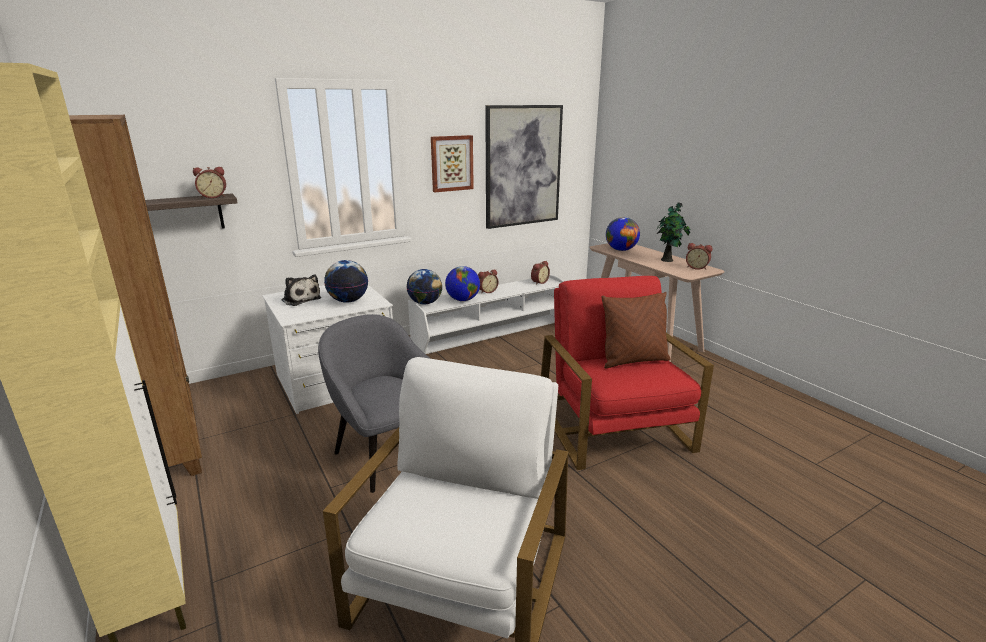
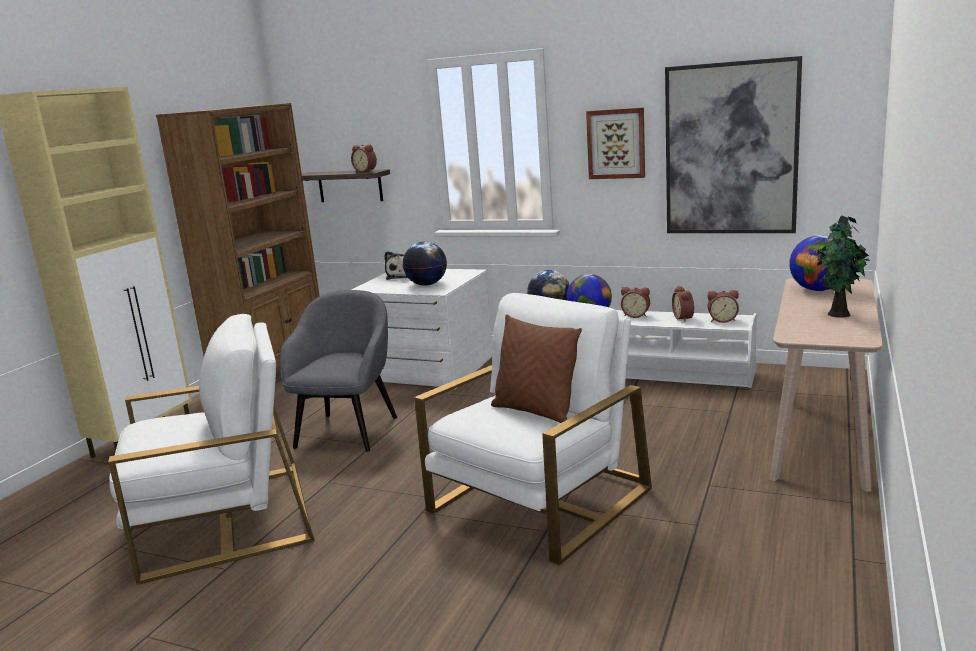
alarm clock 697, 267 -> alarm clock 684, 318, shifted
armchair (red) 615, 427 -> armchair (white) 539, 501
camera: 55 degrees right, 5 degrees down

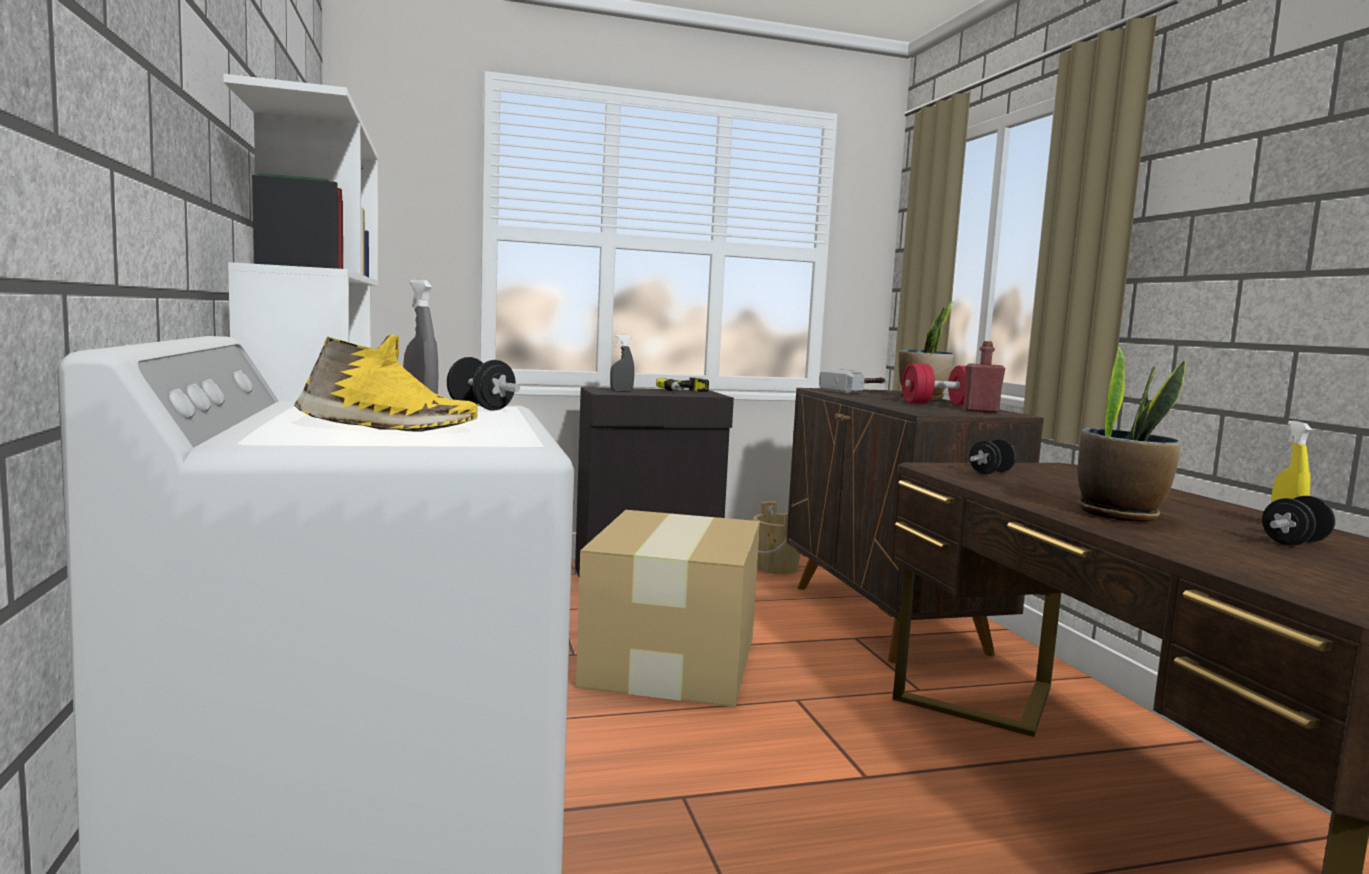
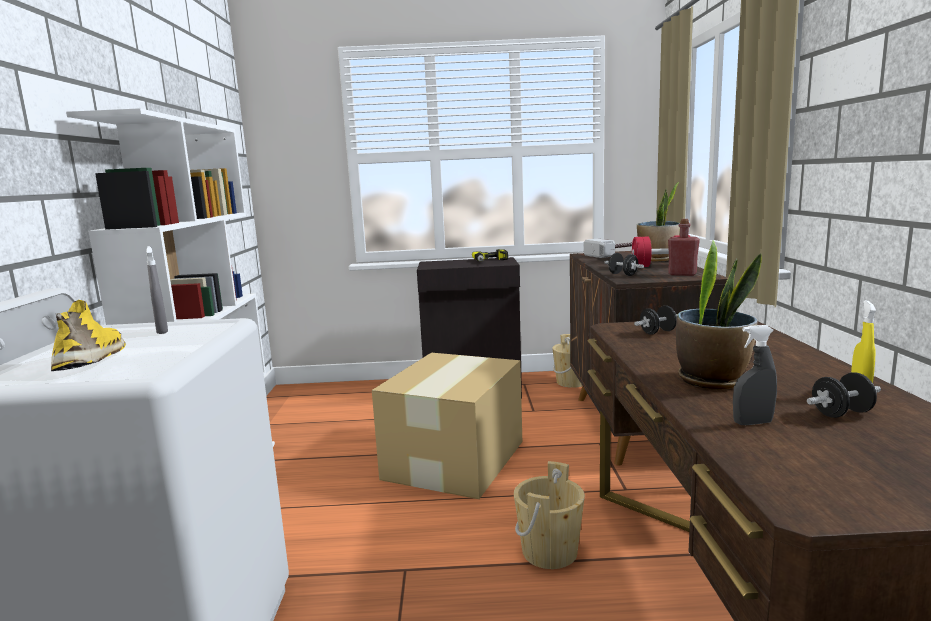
none -> bucket (beige) 549, 551
dumbbell (black) 480, 408 -> dumbbell (black) 623, 275, shifted
spray bottle (grey) 621, 391 -> spray bottle (grey) 752, 423, shifted
shoe (yellow) 386, 428 -> shoe (yellow) 93, 359, 120 degrees counterclockwise
camera: 15 degrees right, 5 degrees up

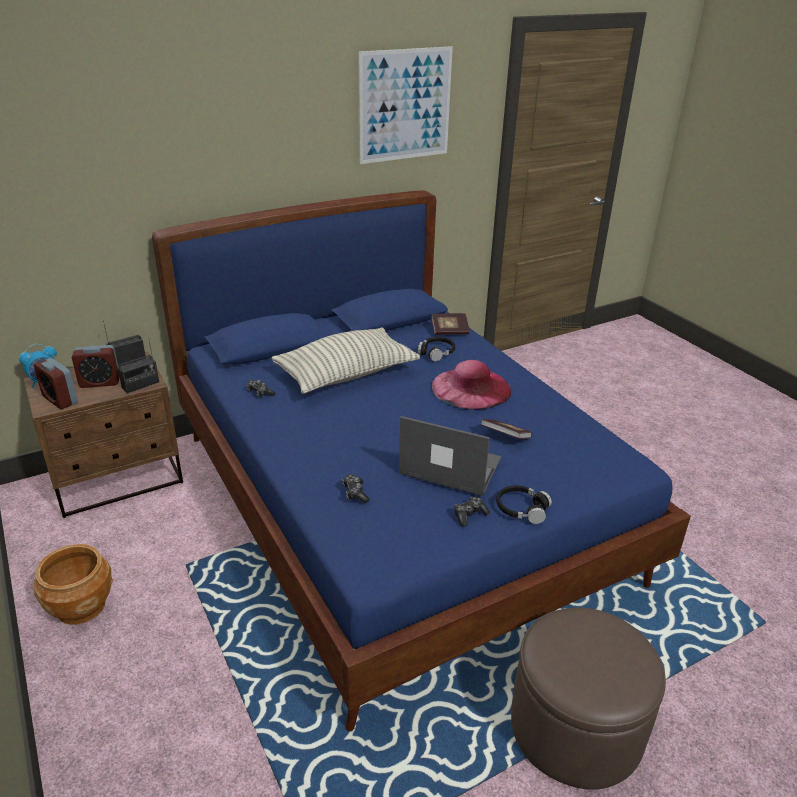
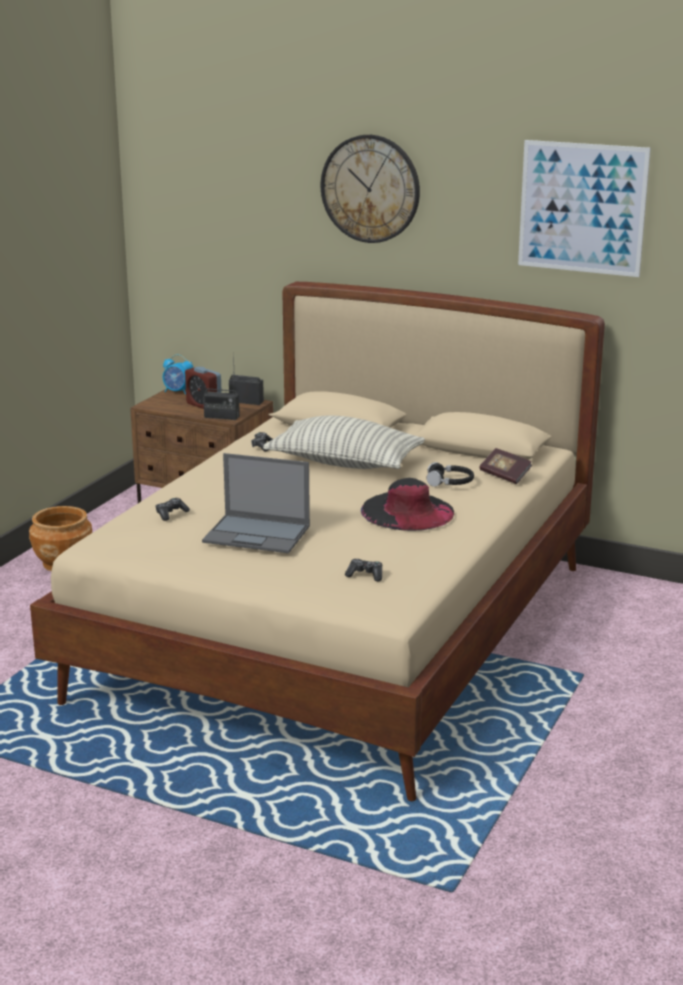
alarm clock 60, 400 -> none
book 505, 437 -> none
headphones (black) 521, 509 -> none
ottoman (brown) 576, 726 -> none
none -> wall clock 370, 188
game controller 469, 515 -> game controller 365, 575, shifted
bed (blue) 396, 507 -> bed (beige) 342, 633
hat (pink) 471, 388 -> hat (black) 407, 511
laptop 449, 466 -> laptop 258, 534, 120 degrees clockwise
camera: 55 degrees right, 10 degrees down

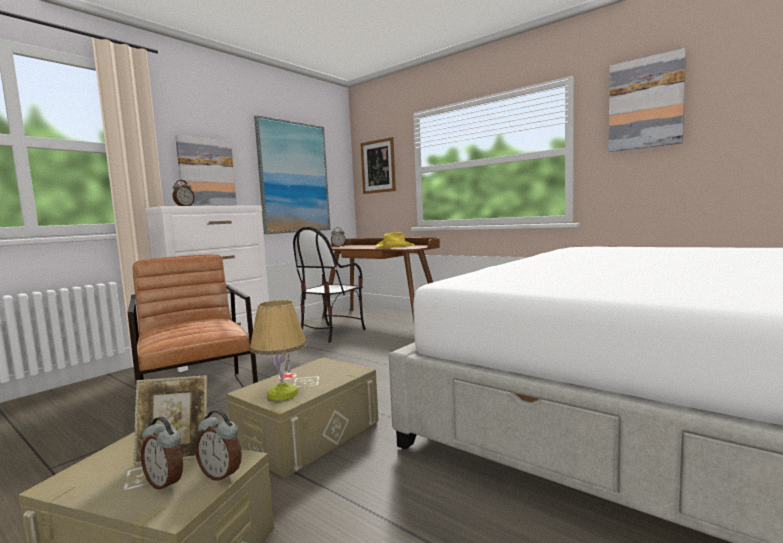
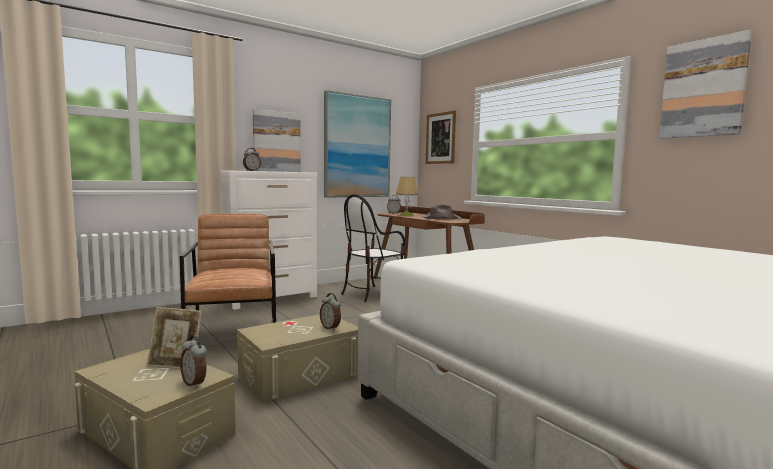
alarm clock 166, 483 -> alarm clock 330, 328, shifted
table lamp 282, 394 -> table lamp 406, 215, shifted
hat (yellow) 394, 246 -> hat (brown) 440, 218
camera: 15 degrees right, 0 degrees up

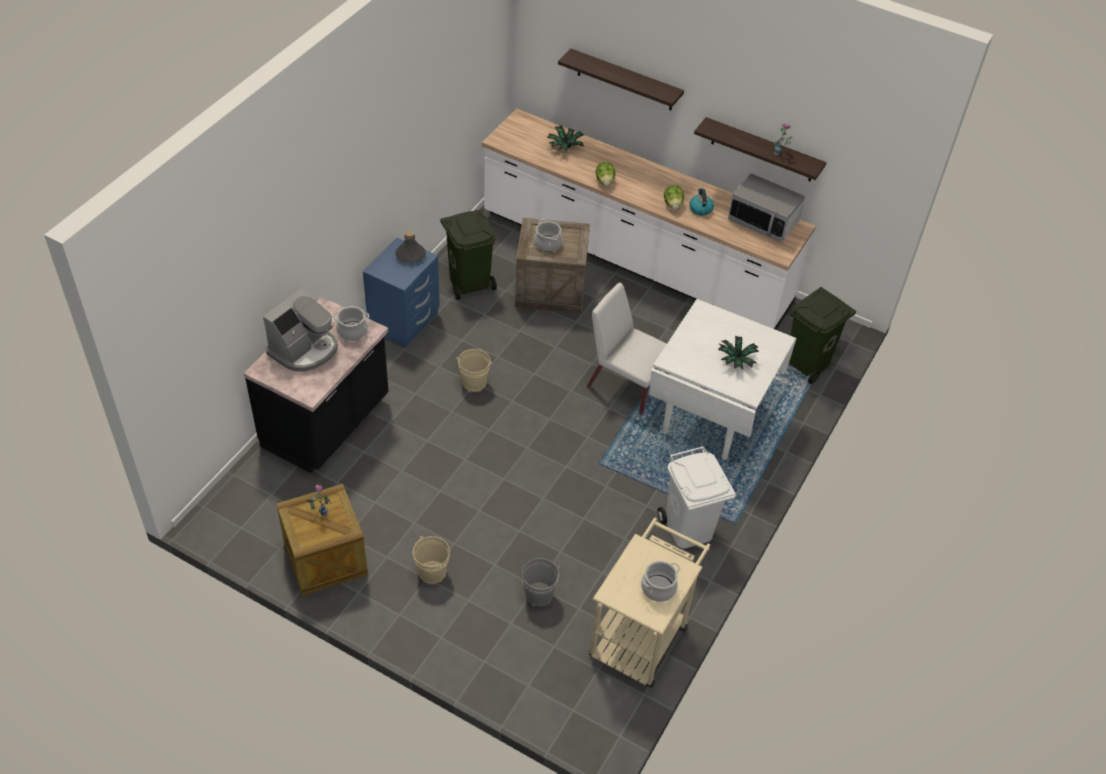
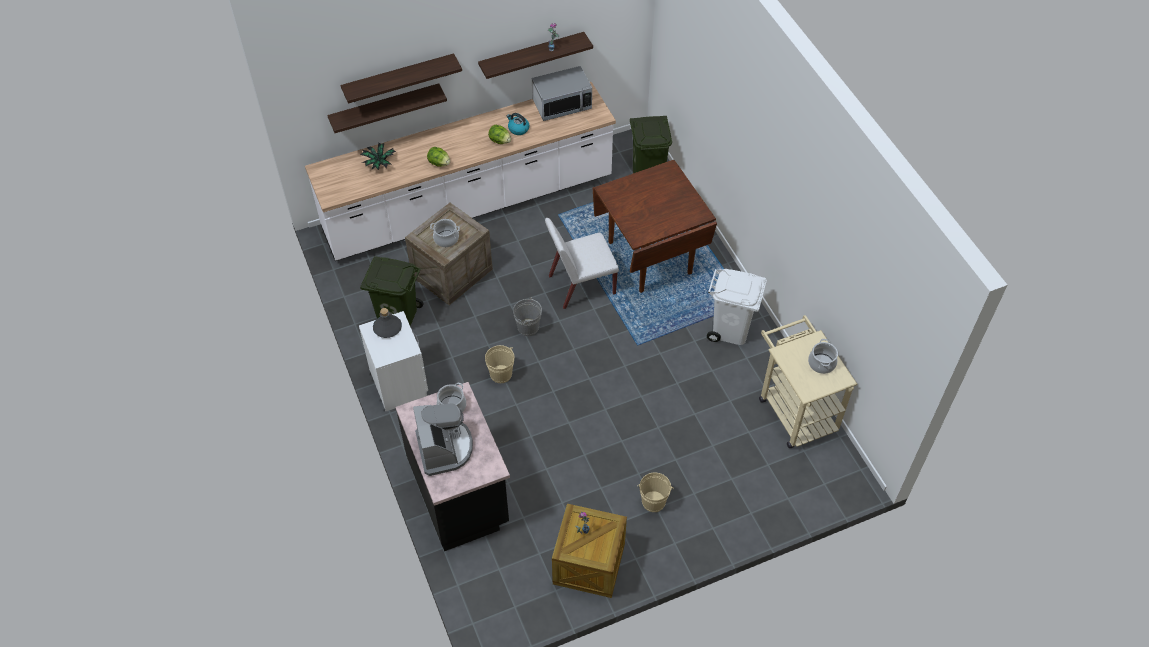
potted plant 736, 360 -> none
none -> shelf 385, 108
bucket (grey) 538, 594 -> bucket (grey) 528, 327, shifted
nightstand (blue) 404, 321 -> nightstand (white) 399, 382
dining table (white) 711, 417 -> dining table (brown) 650, 257
camera: 50 degrees left, 5 degrees up

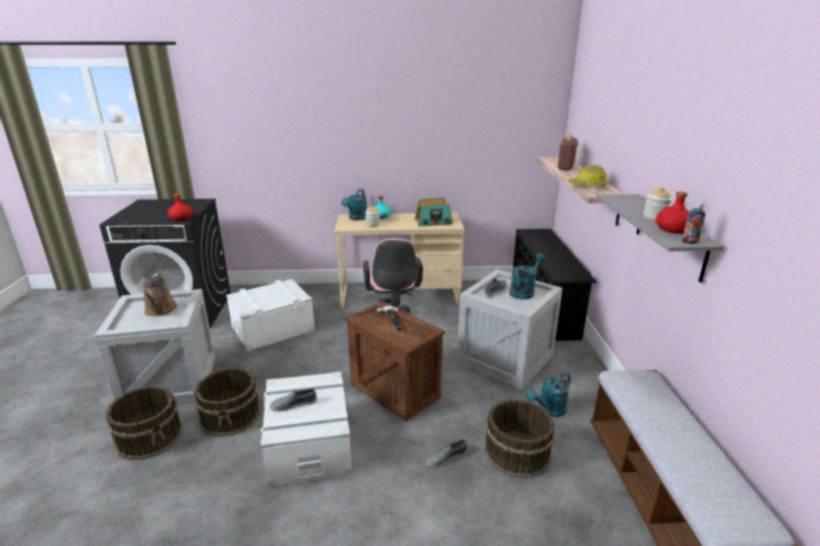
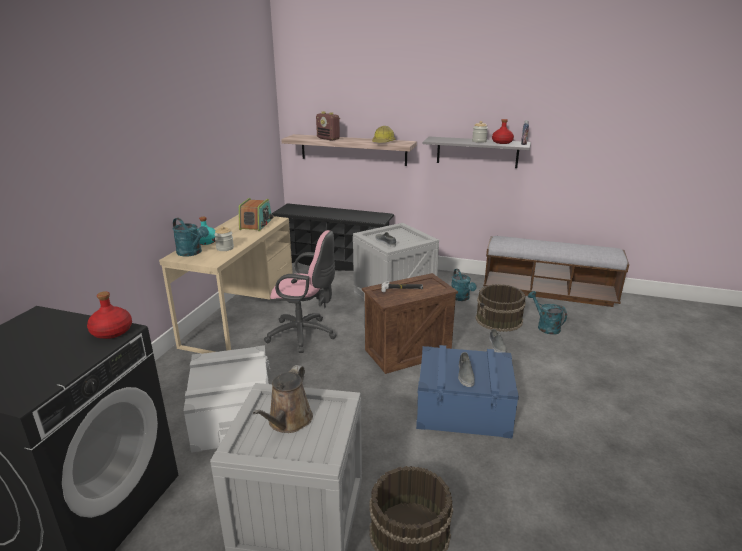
bucket (brown) 231, 415 -> none
watering can (turquoise) 524, 291 -> watering can (turquoise) 545, 326, shifted
storage box (white) 309, 444 -> storage box (blue) 463, 408
watering can (brown) 160, 310 -> watering can (brown) 288, 421, 105 degrees clockwise
camera: 70 degrees left, 0 degrees up

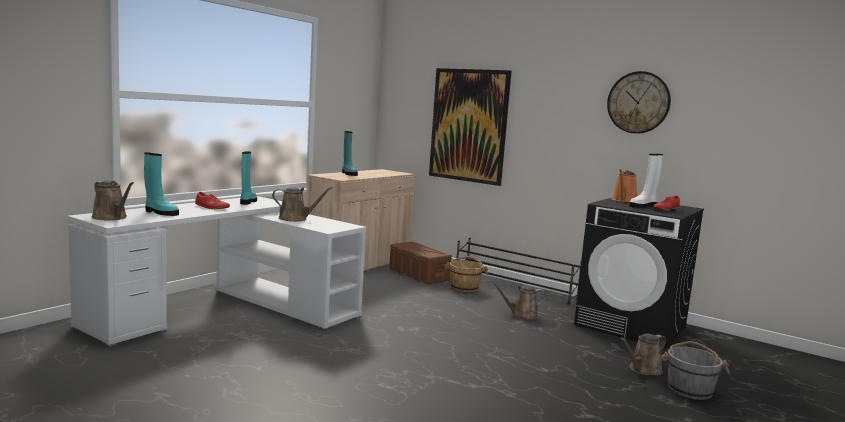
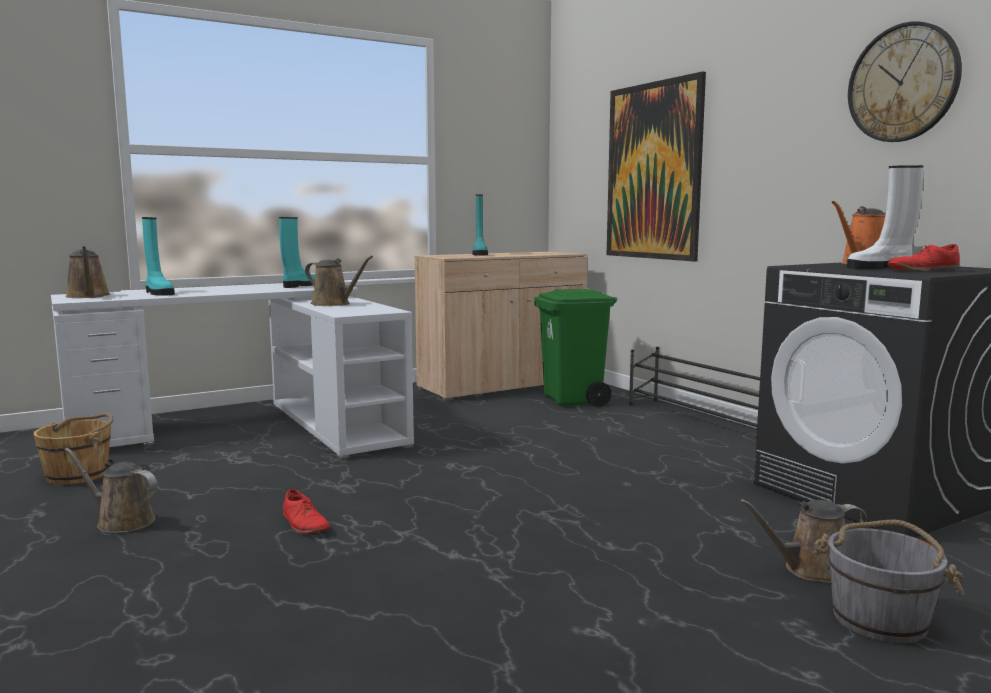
shoe (red) 212, 207 -> shoe (red) 305, 524, shifted
bucket (brown) 464, 287 -> bucket (brown) 79, 475, shifted
watering can (brown) 521, 315 -> watering can (brown) 121, 522, shifted
storage box (brown) 419, 274 -> trash can (green) 573, 400
camera: 25 degrees right, 0 degrees up

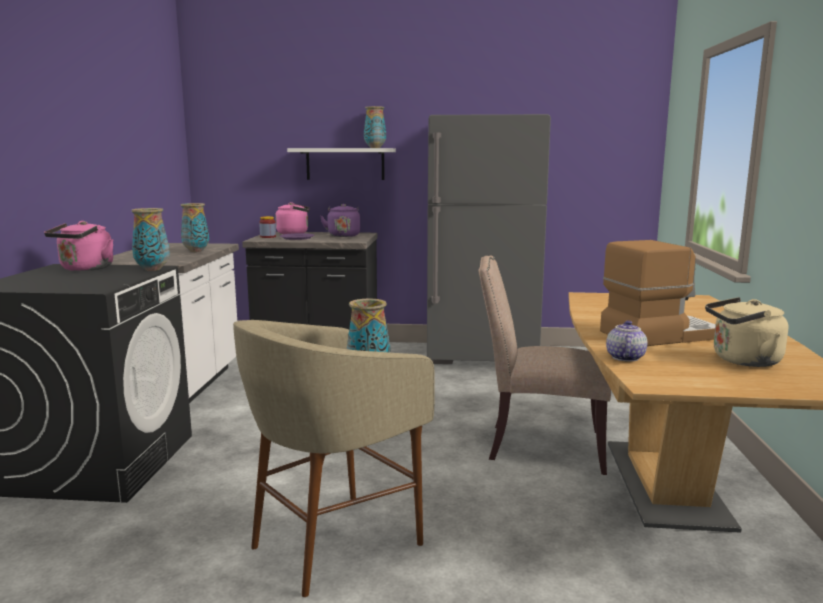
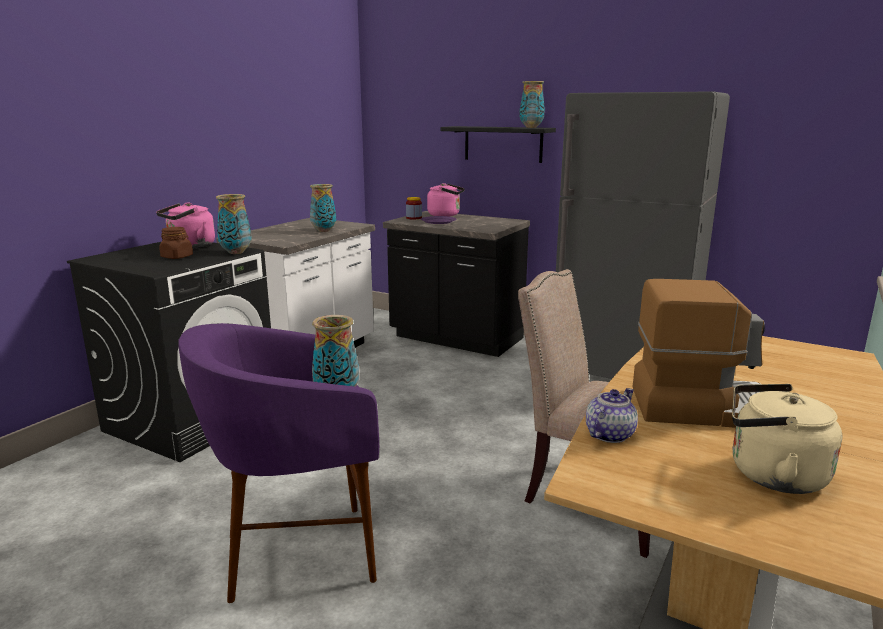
kettle (purple) 343, 235 -> none
none -> jar (brown) 177, 257
stool (beige) 334, 544 -> stool (purple) 298, 554
shelf (white) 345, 164 -> shelf (black) 503, 144
camera: 25 degrees right, 5 degrees up

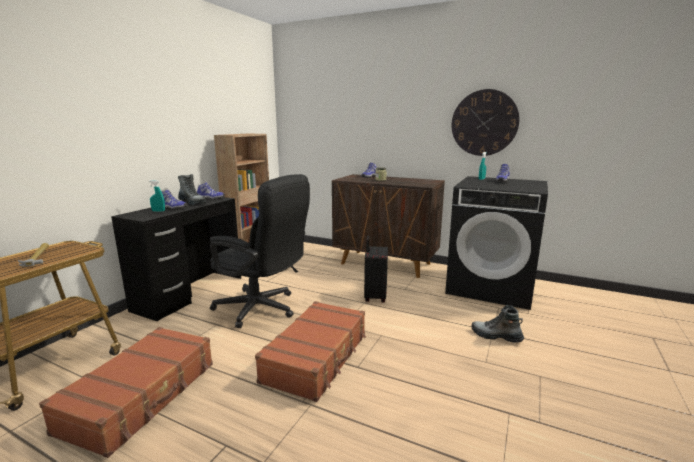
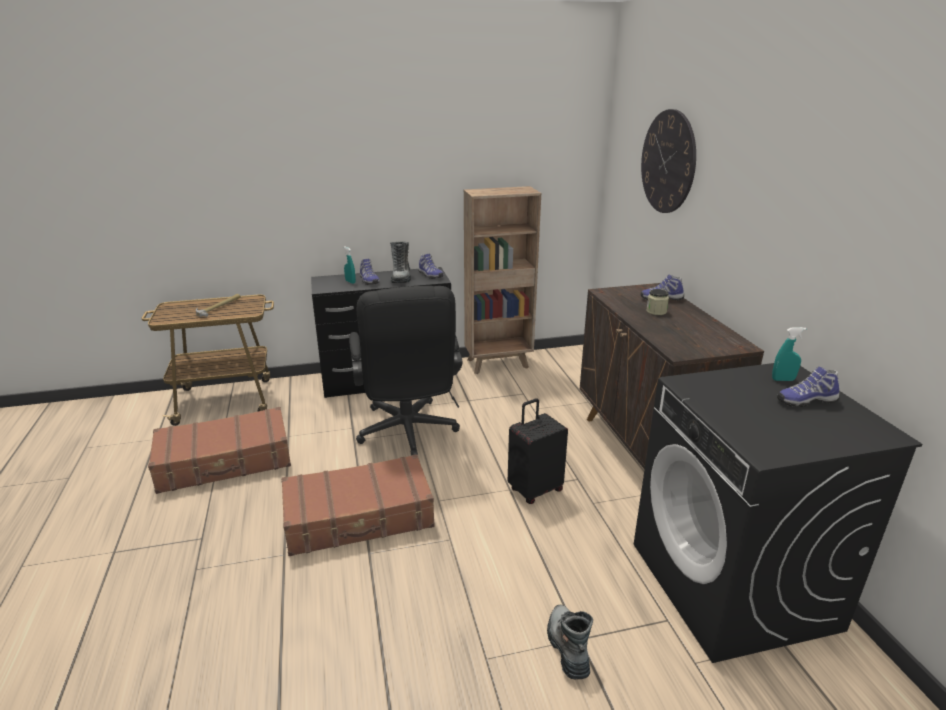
wall clock 484, 123 -> wall clock 668, 162, shifted
camera: 50 degrees right, 10 degrees up

